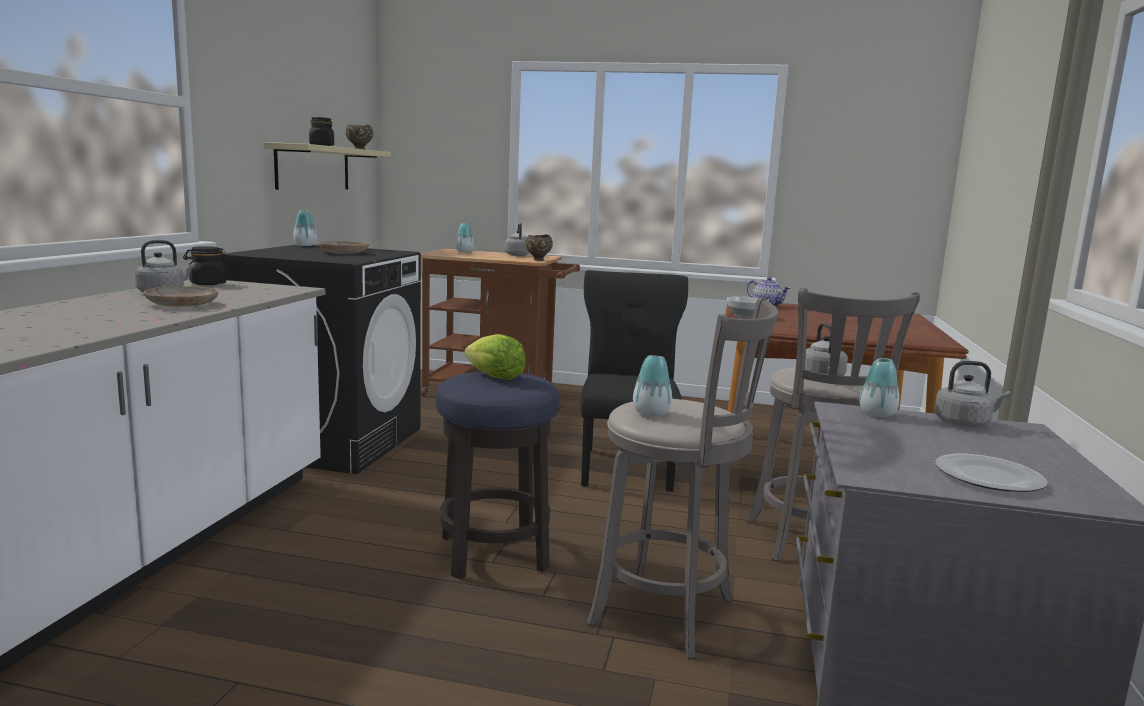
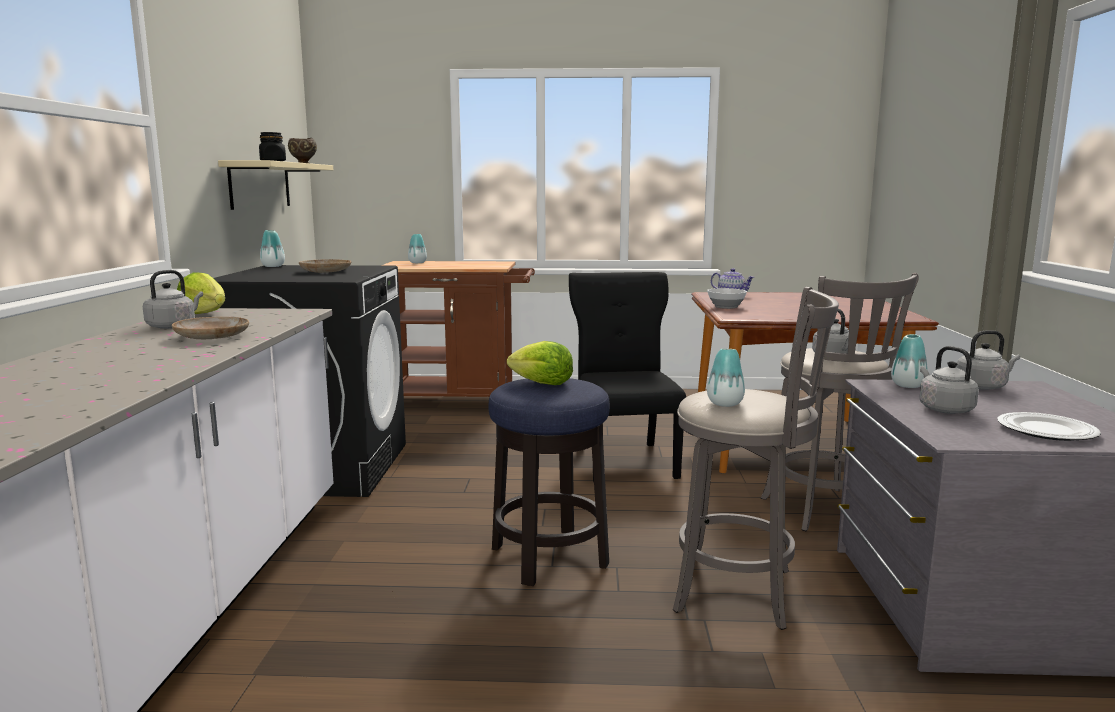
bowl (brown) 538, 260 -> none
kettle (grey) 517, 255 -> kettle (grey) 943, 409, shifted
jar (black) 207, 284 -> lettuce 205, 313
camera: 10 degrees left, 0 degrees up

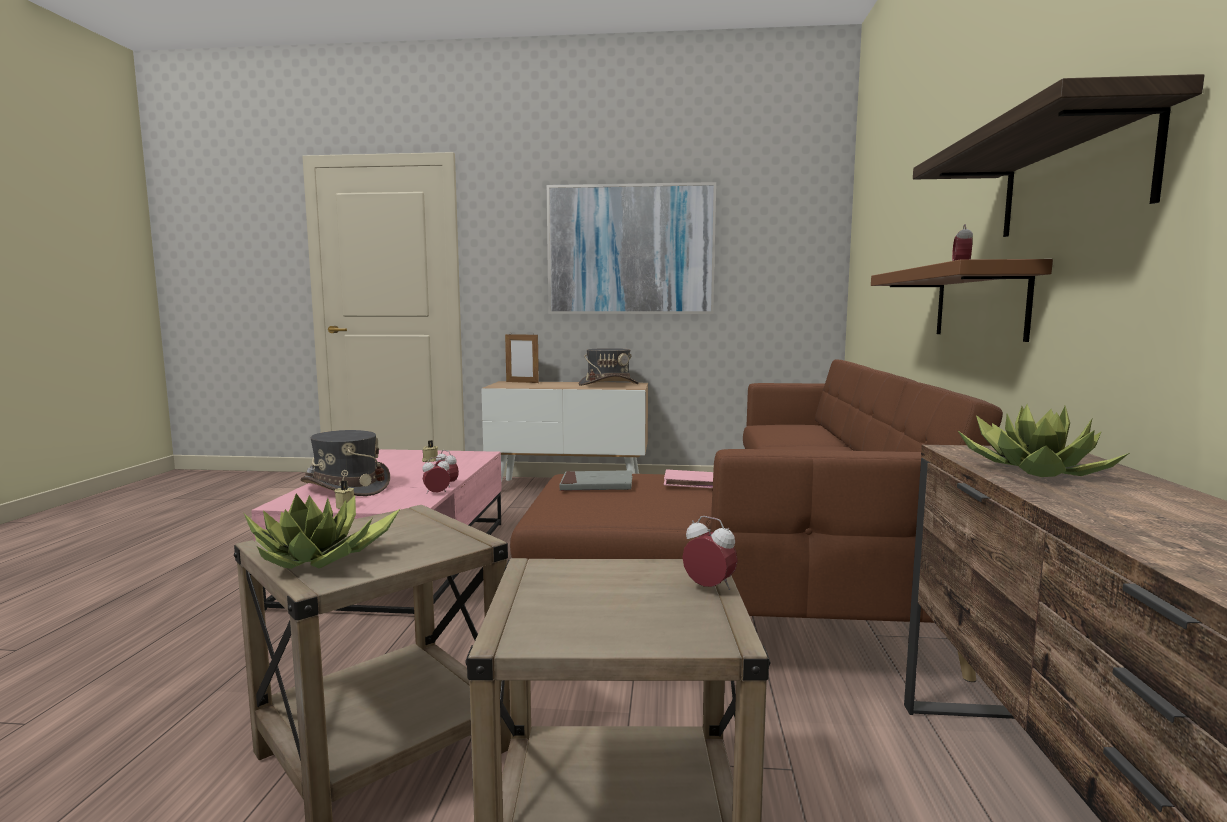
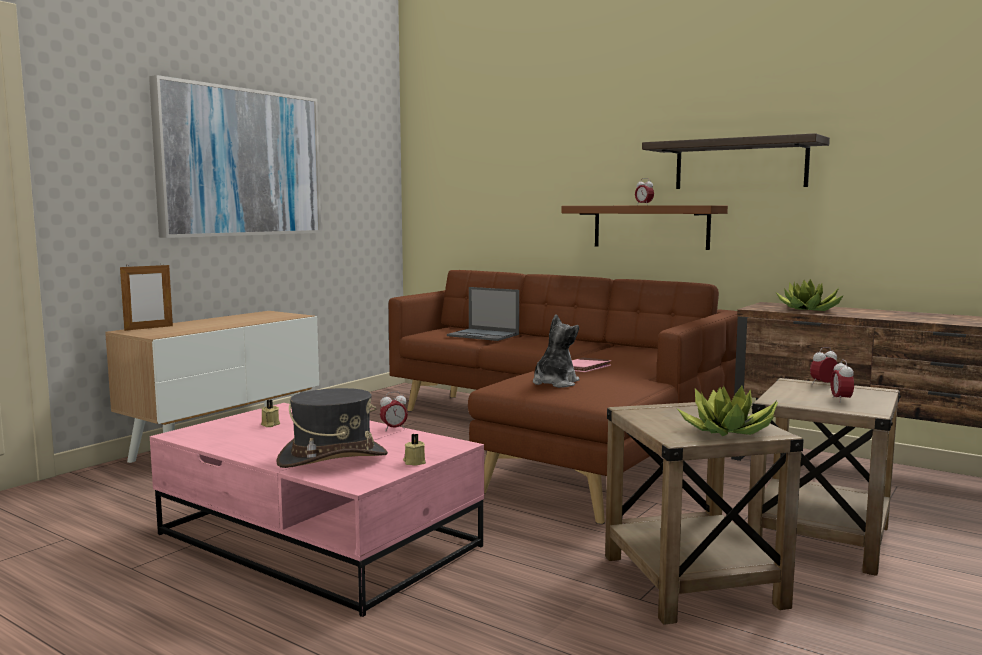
hat (grey) 608, 384 -> none
none -> laptop 484, 335
alarm clock 437, 493 -> alarm clock 841, 400, shifted
book (grey) 597, 485 -> plush toy 554, 383
camera: 60 degrees left, 0 degrees up

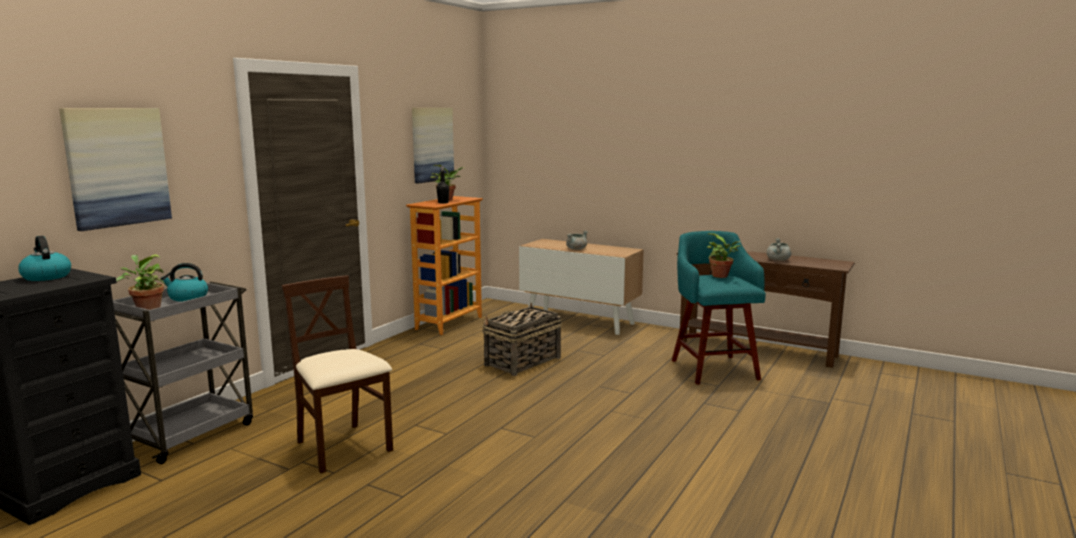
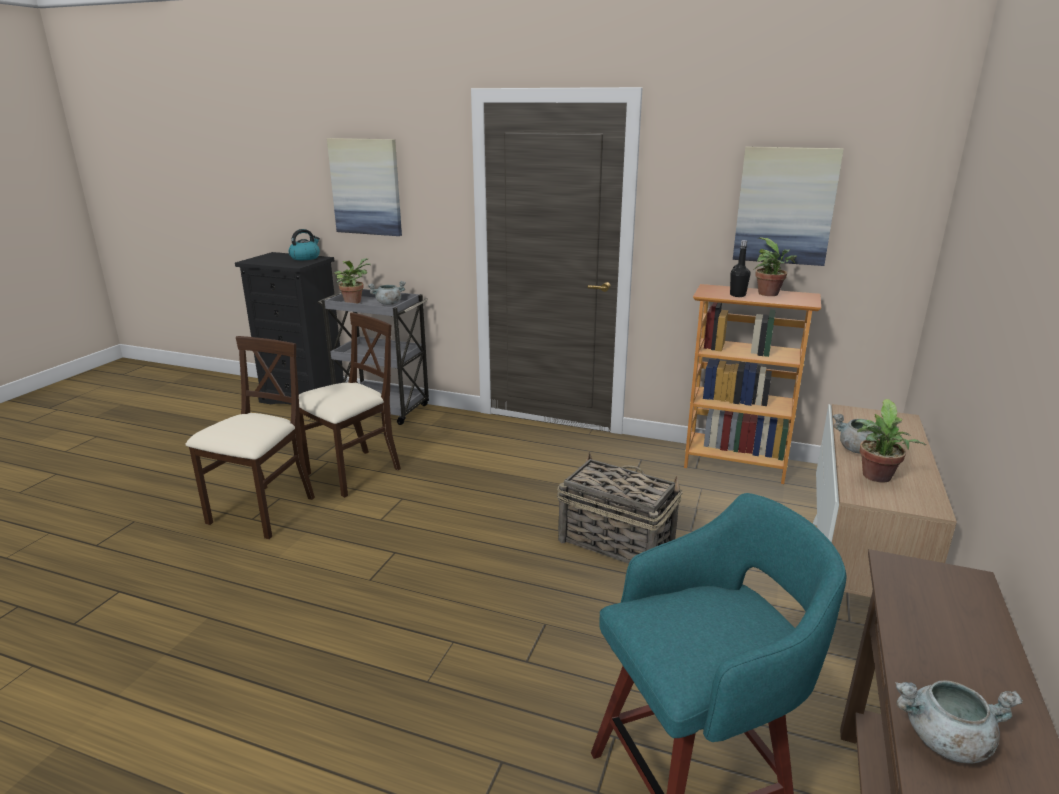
none -> chair (beige) 263, 512
potted plant 722, 276 -> potted plant 876, 478, shifted
kettle 187, 297 -> cooking pot (grey) 388, 304
camera: 80 degrees right, 10 degrees up

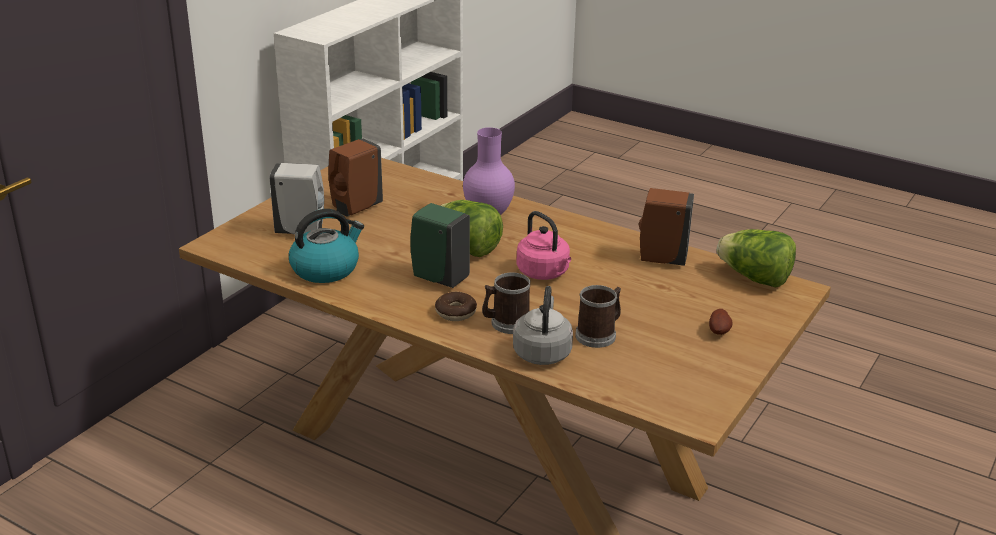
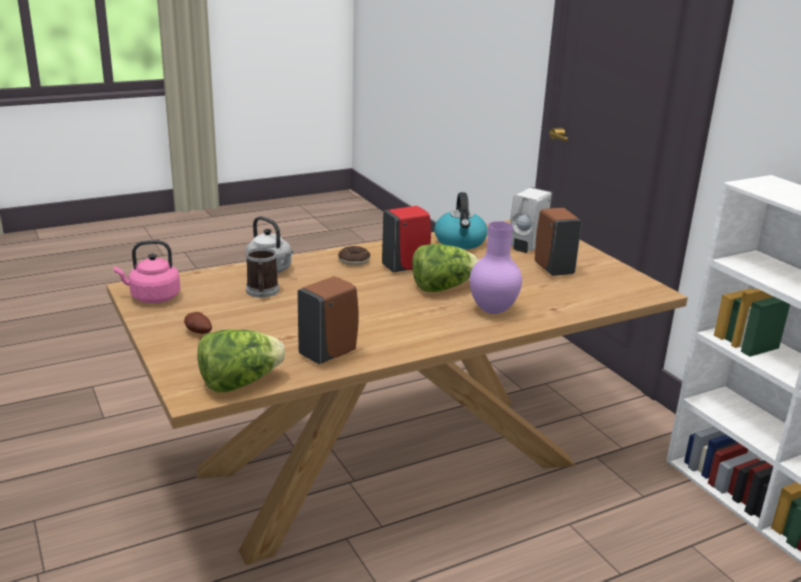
mug 506, 323 -> none
kettle (pink) 544, 273 -> kettle (pink) 152, 297, shifted
soap dispenser (green) 439, 278 -> soap dispenser (red) 406, 268
camera: 120 degrees right, 5 degrees down

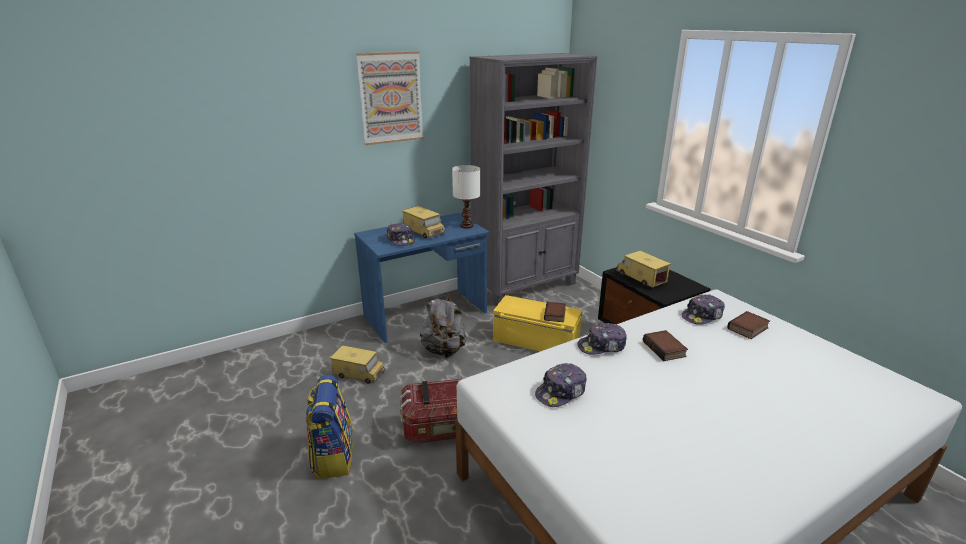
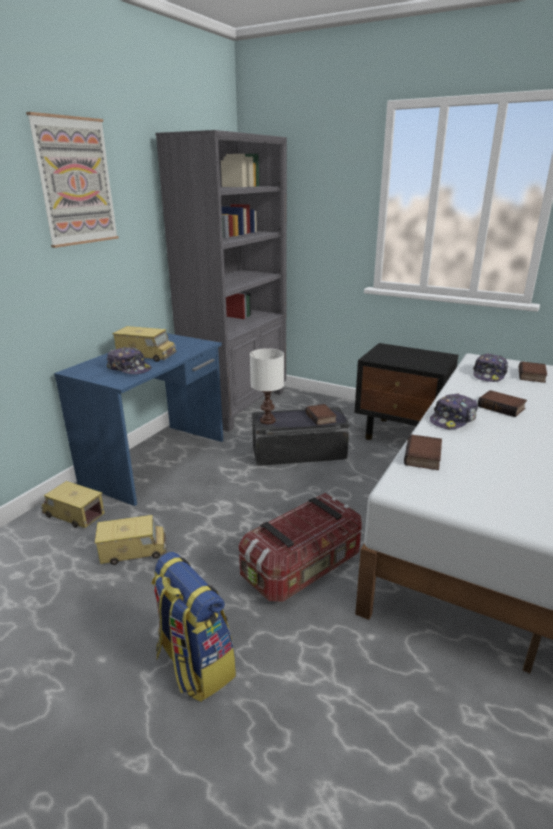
backpack (grey) 444, 350 -> none
cap 561, 392 -> none
none -> book 424, 457
table lamp (white) 467, 226 -> table lamp (white) 268, 421, shifted
toy truck 641, 278 -> toy truck 74, 515, shifted
storage box (yellow) 536, 340 -> storage box (black) 299, 453
camera: 30 degrees left, 0 degrees up

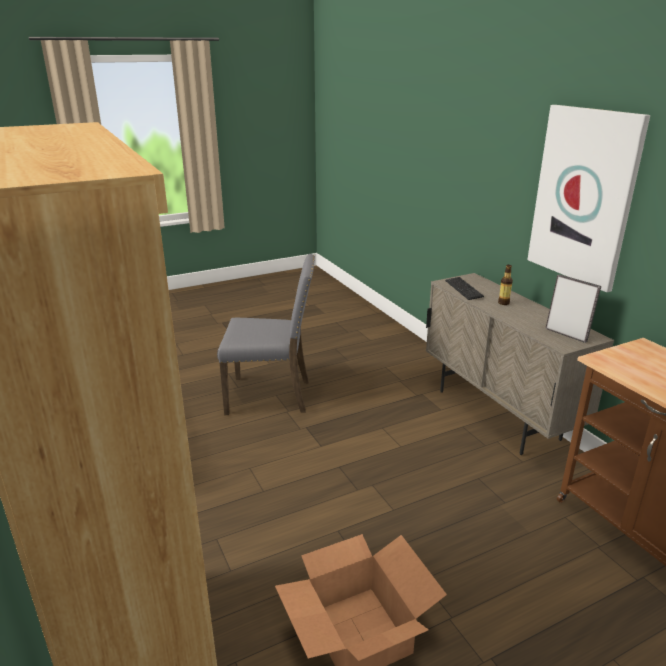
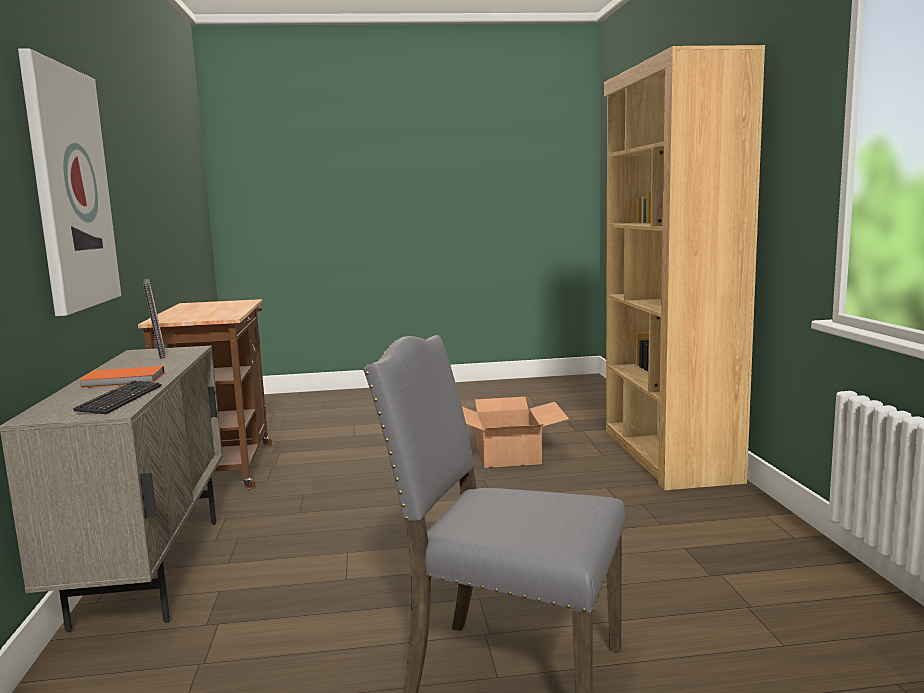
bottle 503, 303 -> book (orange) 124, 380
camera: 160 degrees left, 15 degrees down

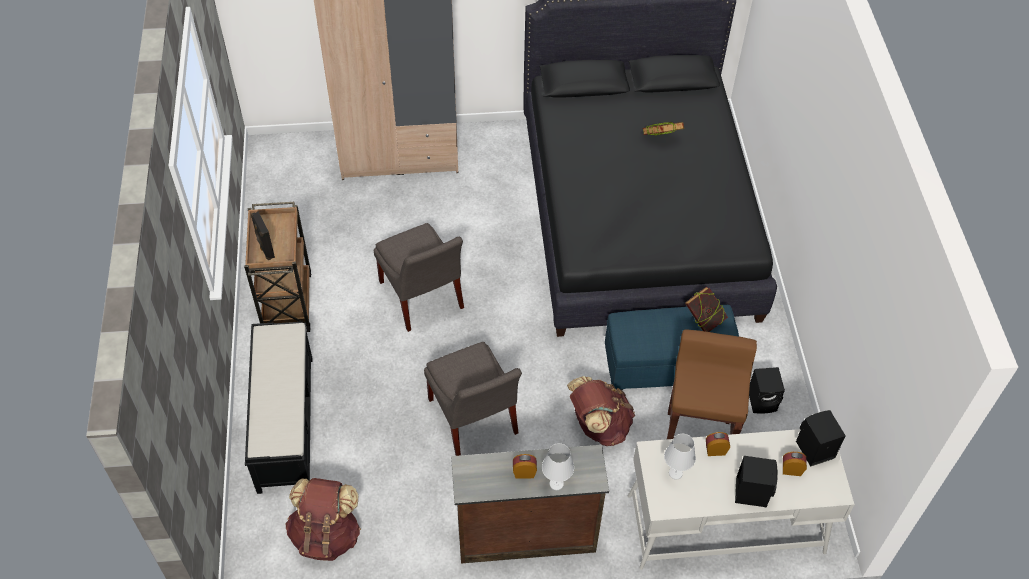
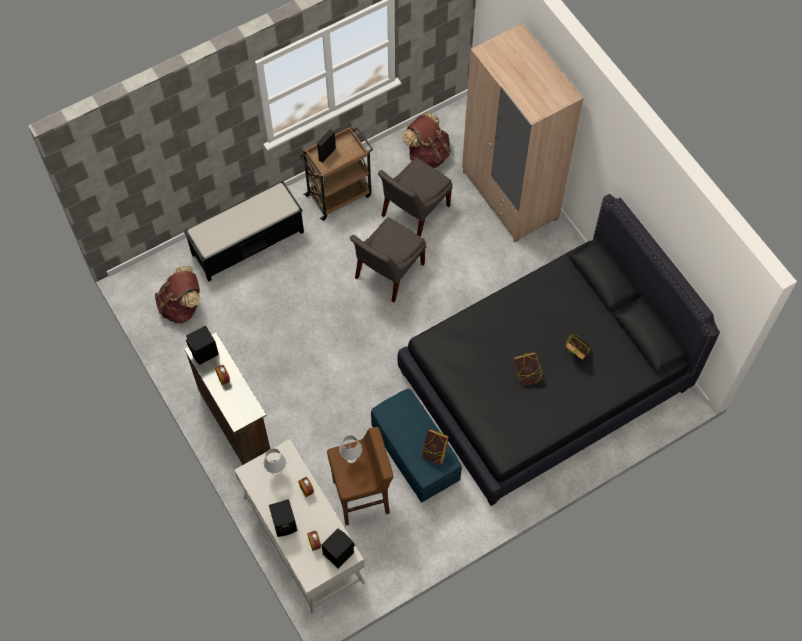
none -> book 527, 374
chair (grey) 473, 420 -> chair (grey) 413, 212, shifted
table lamp (white) 556, 484 -> table lamp (white) 351, 458, shifted
backpack (brown) 598, 426 -> backpack (brown) 427, 154, shifted
speaker (black) 763, 401 -> speaker (black) 204, 353, shifted
camera: 65 degrees right, 10 degrees up

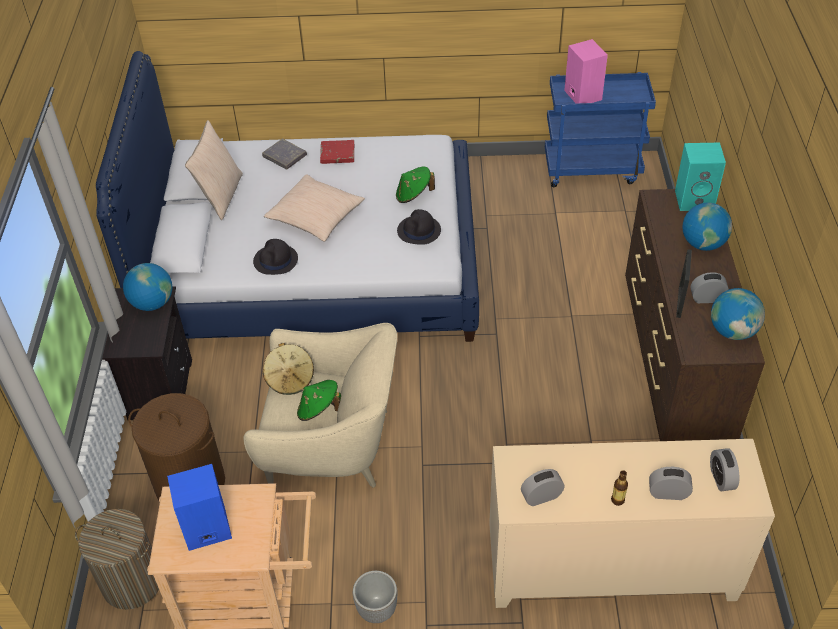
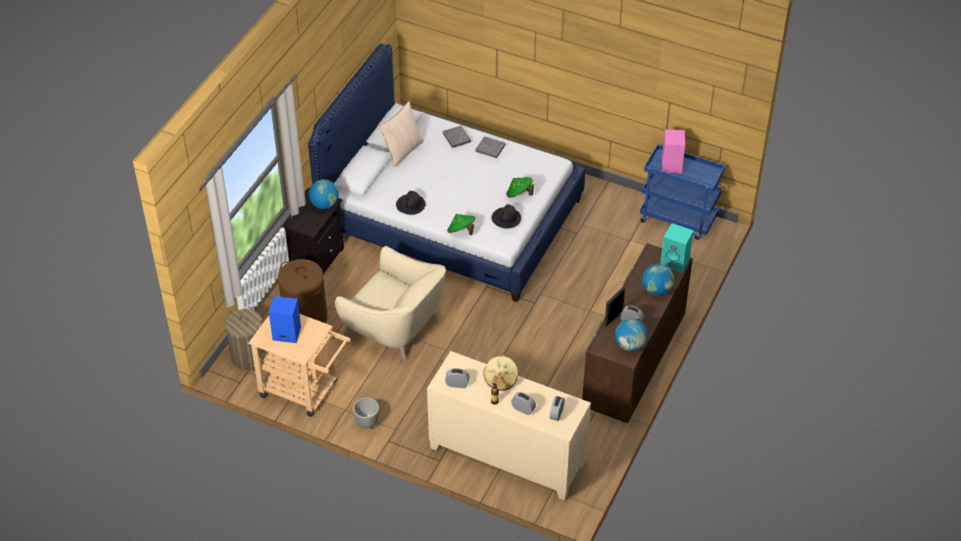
pillow (beige) 316, 216 -> none
hat (beige) 290, 379 -> hat (beige) 501, 380, shifted
hat (green) 319, 410 -> hat (green) 461, 231, shifted
book (red) 337, 154 -> book (grey) 490, 148
camera: 25 degrees right, 0 degrees up

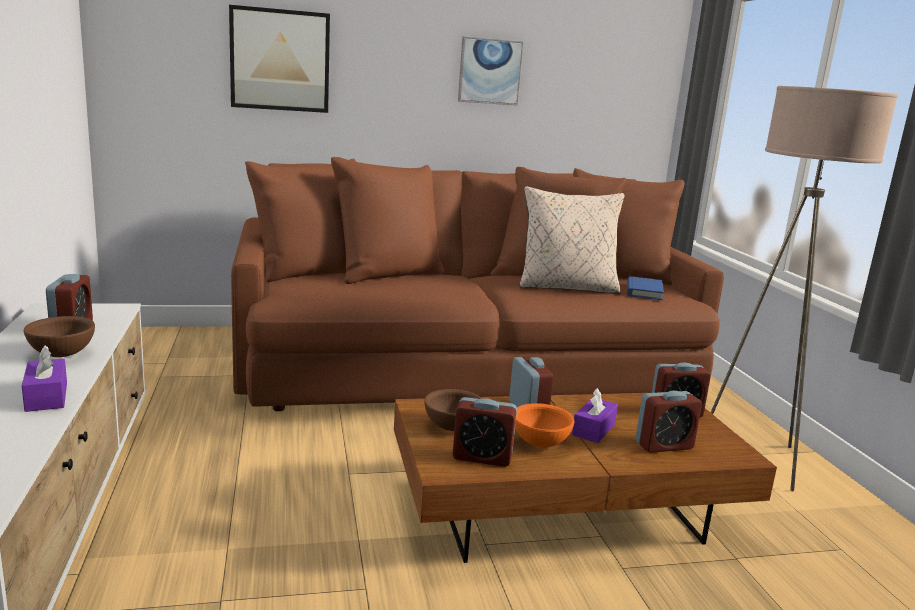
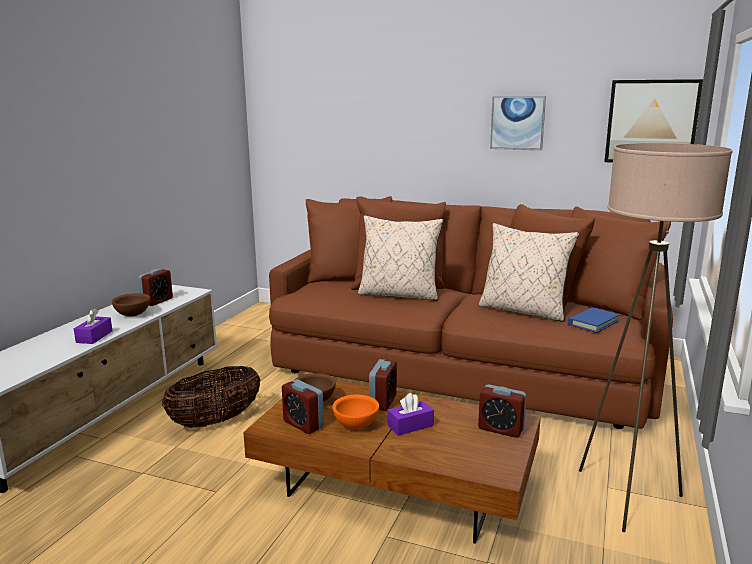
alarm clock 664, 445 -> none
none -> basket 215, 421
none -> pillow (beige) 399, 294
picture 280, 60 -> picture 651, 122, shifted
camera: 35 degrees right, 0 degrees up

